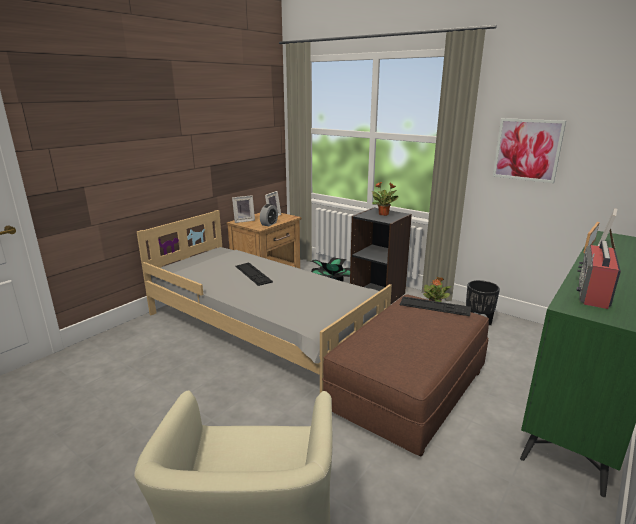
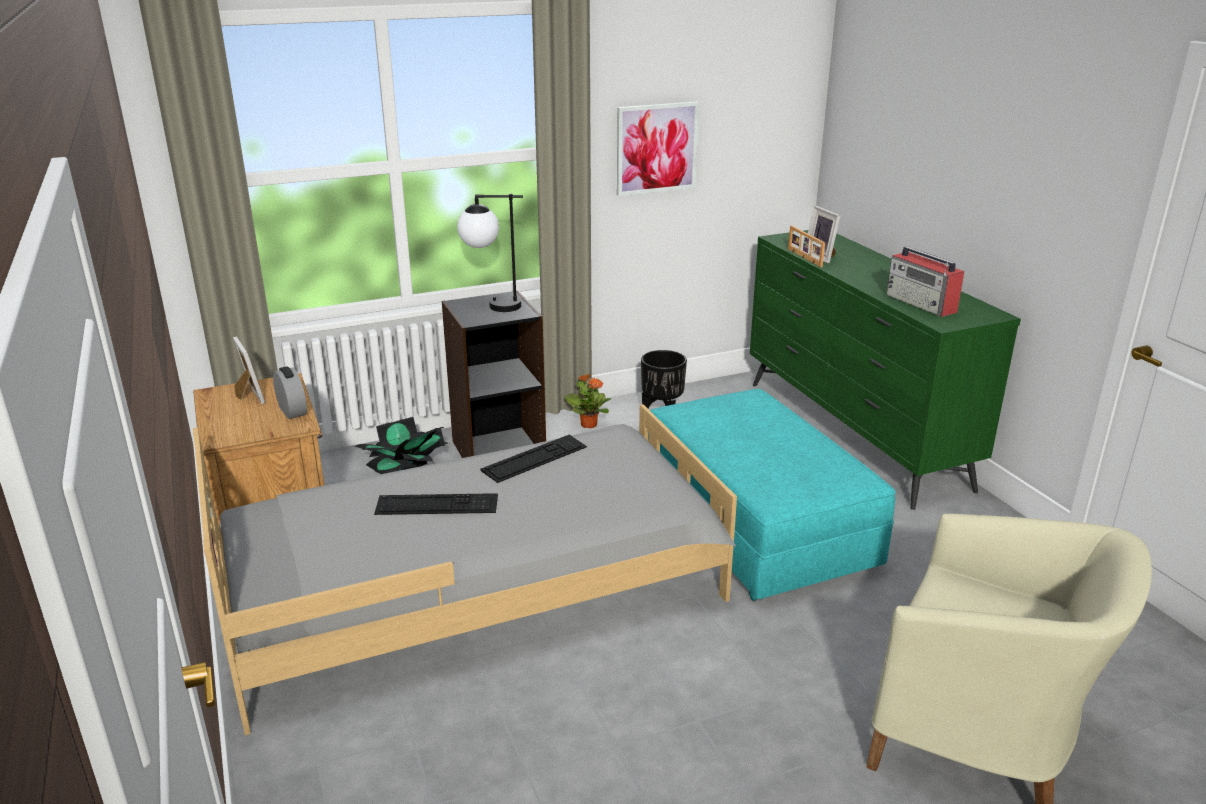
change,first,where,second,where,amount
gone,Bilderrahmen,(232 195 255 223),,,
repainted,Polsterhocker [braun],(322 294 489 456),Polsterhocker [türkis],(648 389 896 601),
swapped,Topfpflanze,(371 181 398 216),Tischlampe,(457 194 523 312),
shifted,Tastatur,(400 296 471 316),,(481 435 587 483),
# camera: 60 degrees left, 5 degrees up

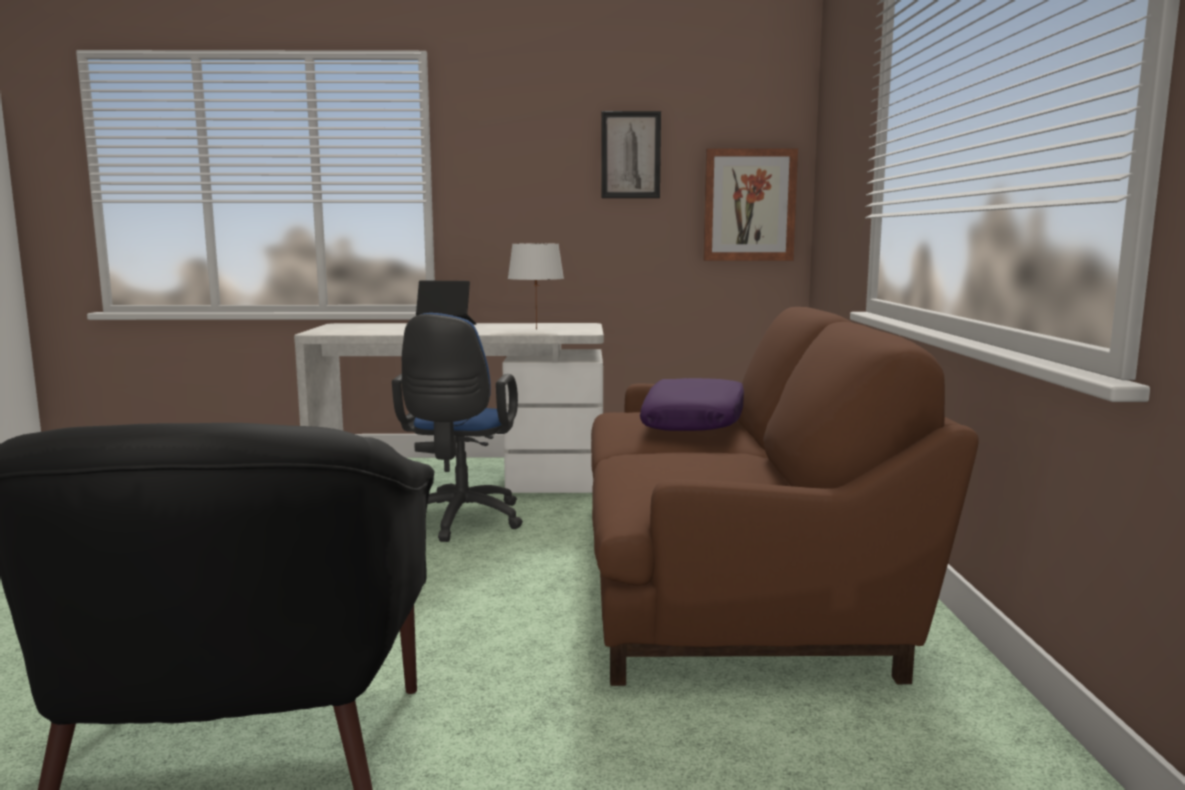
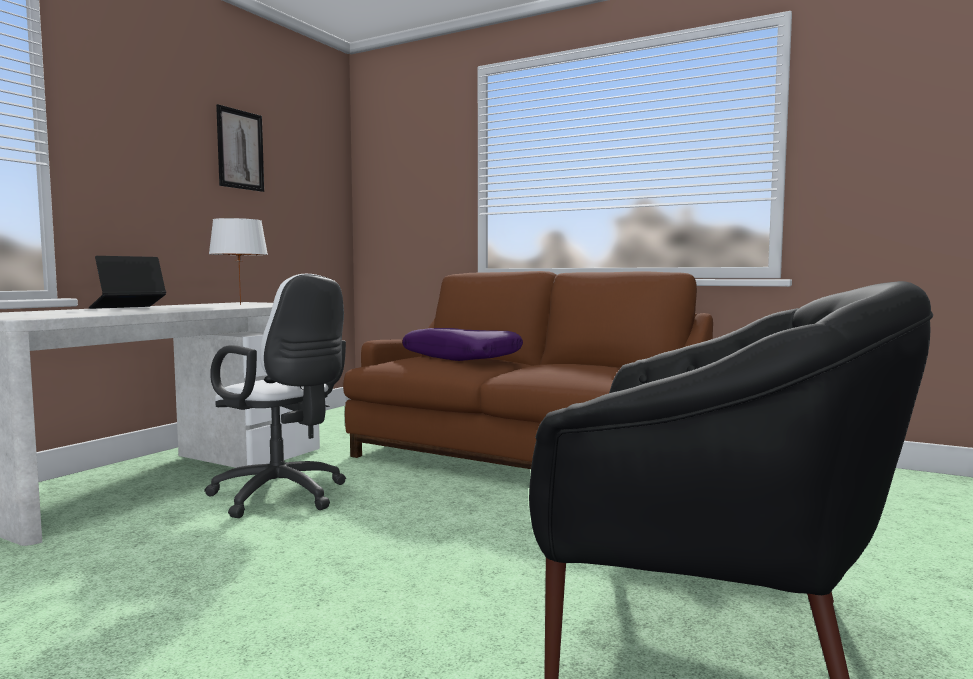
change,first,where,second,where,amount
repainted,Bürostuhl [blau],(392 313 523 542),Bürostuhl [weiß],(204 274 346 518),
gone,Bild,(703 148 798 261),,,
# camera: 60 degrees left, 5 degrees down

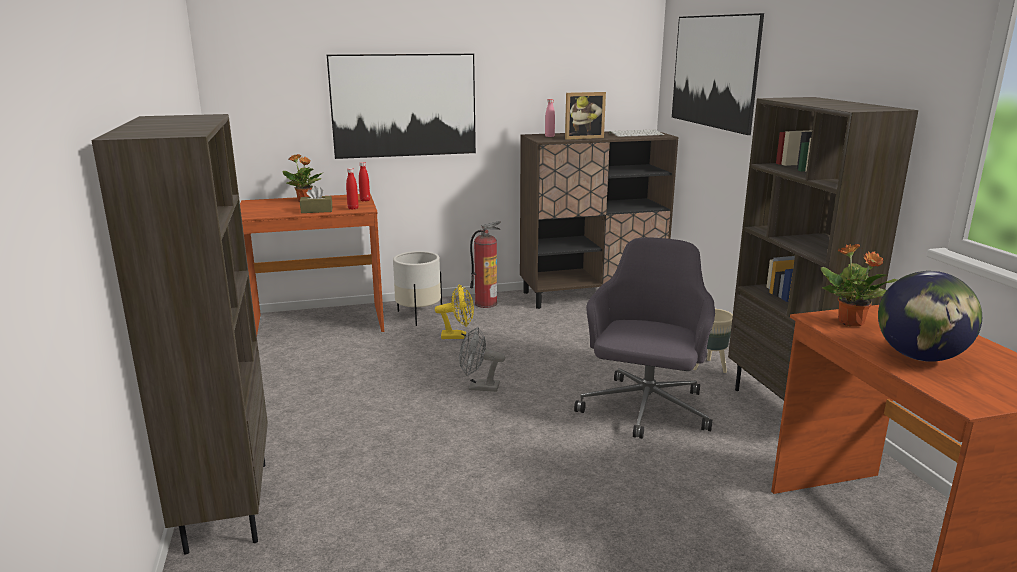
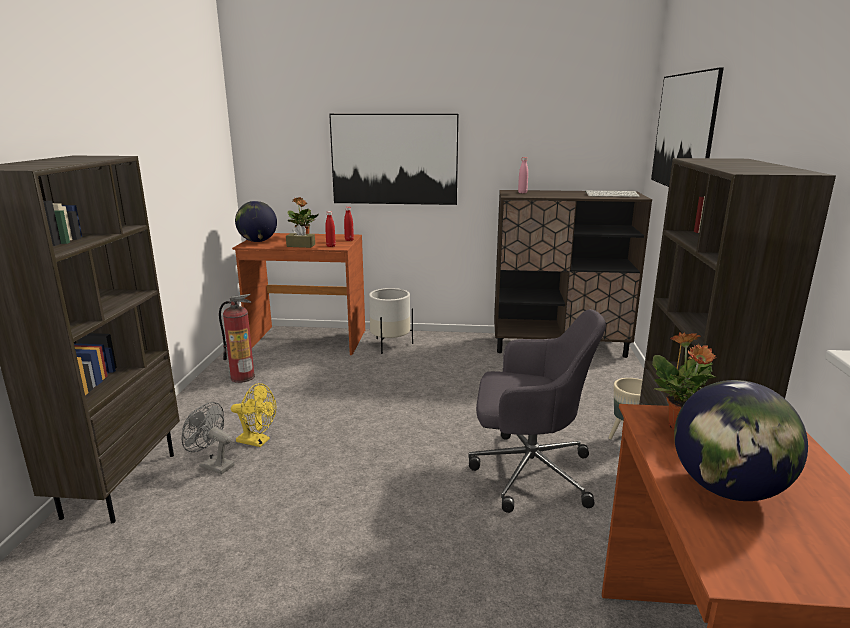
change,first,where,second,where,amount
shifted,Ventilator [gelb],(435 284 474 339),,(231 383 276 447),
shifted,Ventilator [grau],(459 327 505 392),,(181 402 235 474),
shifted,Feuerlöscher,(470 221 501 308),,(219 294 255 383),
gone,Bilderrahmen,(565 92 606 140),,,
rotated,Bürostuhl [grau],(574 237 715 439),,(468 309 606 513),60 degrees clockwise
new,,,Globus,(235 201 277 242),
# camera: 20 degrees right, 0 degrees up

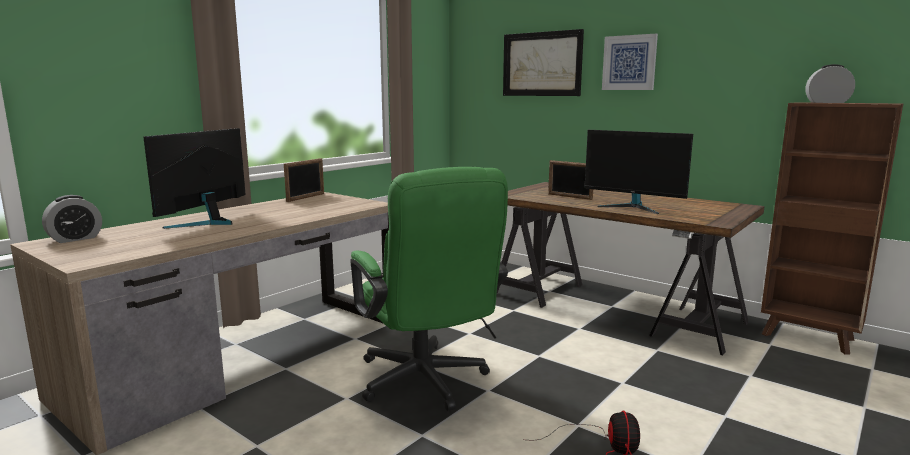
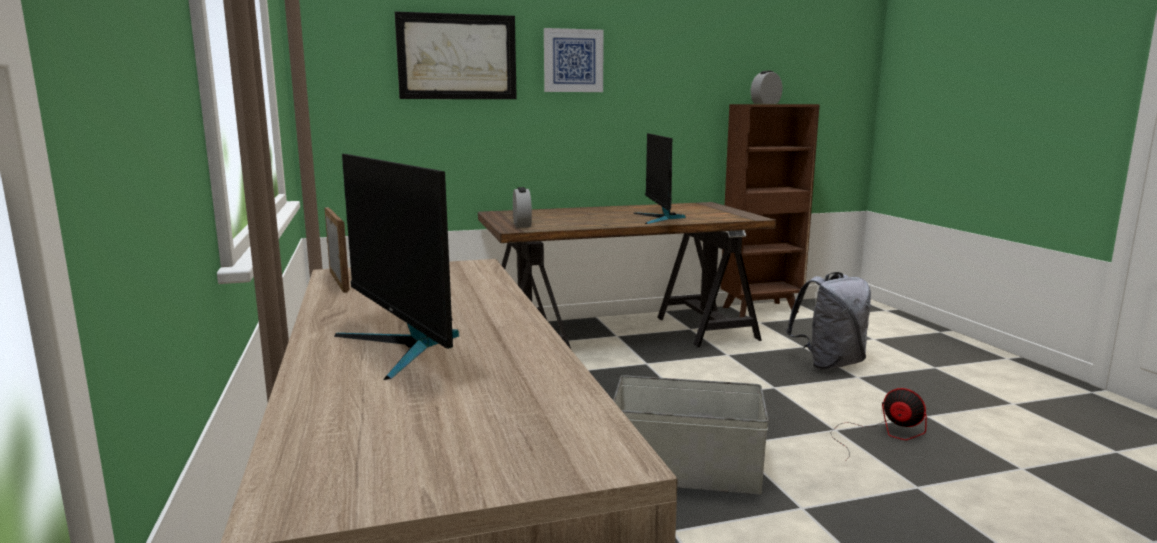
change,first,where,second,where,amount
shifted,Wecker,(42 195 102 243),,(513 187 532 228),
swapped,Bürostuhl [grün],(350 167 508 411),Aufbewahrungsbox [grau],(613 375 769 495),
gone,Bilderrahmen,(548 160 593 200),,,
rotated,Monitor,(584 130 693 214),,(634 133 686 224),105 degrees clockwise
new,,,Rucksack [grau],(786 272 871 370),
# camera: 55 degrees left, 0 degrees up

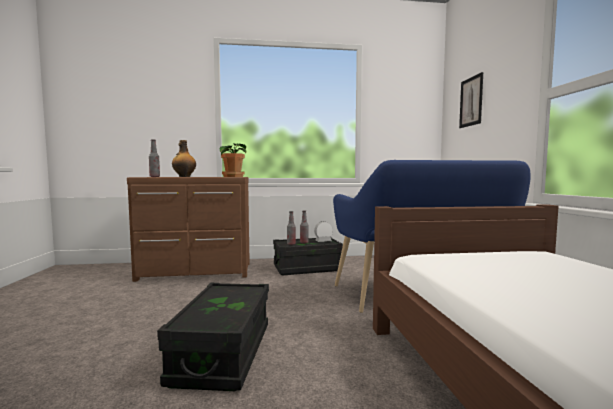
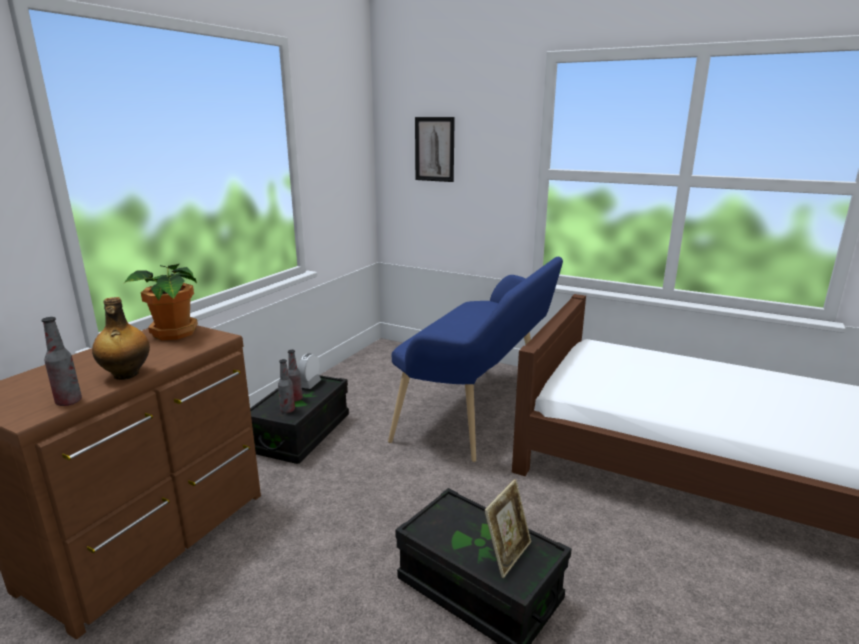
change,first,where,second,where,amount
new,,,Bilderrahmen,(484 479 531 578),
# camera: 55 degrees left, 15 degrees up

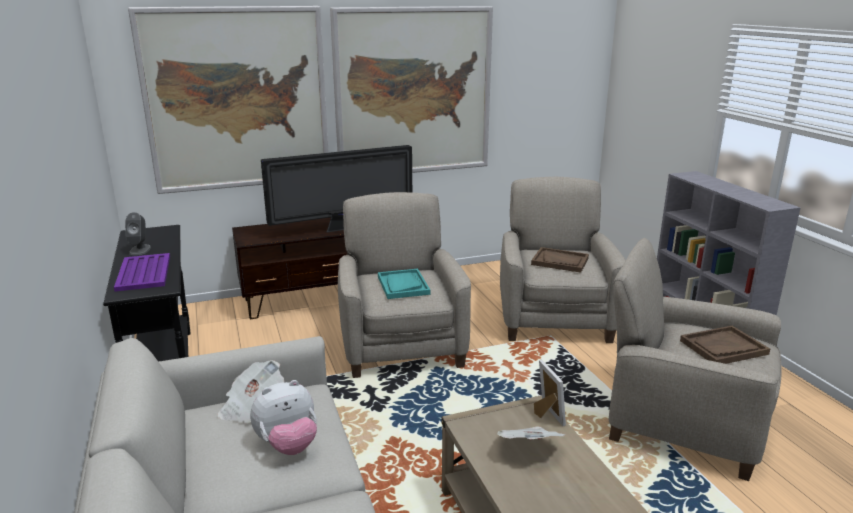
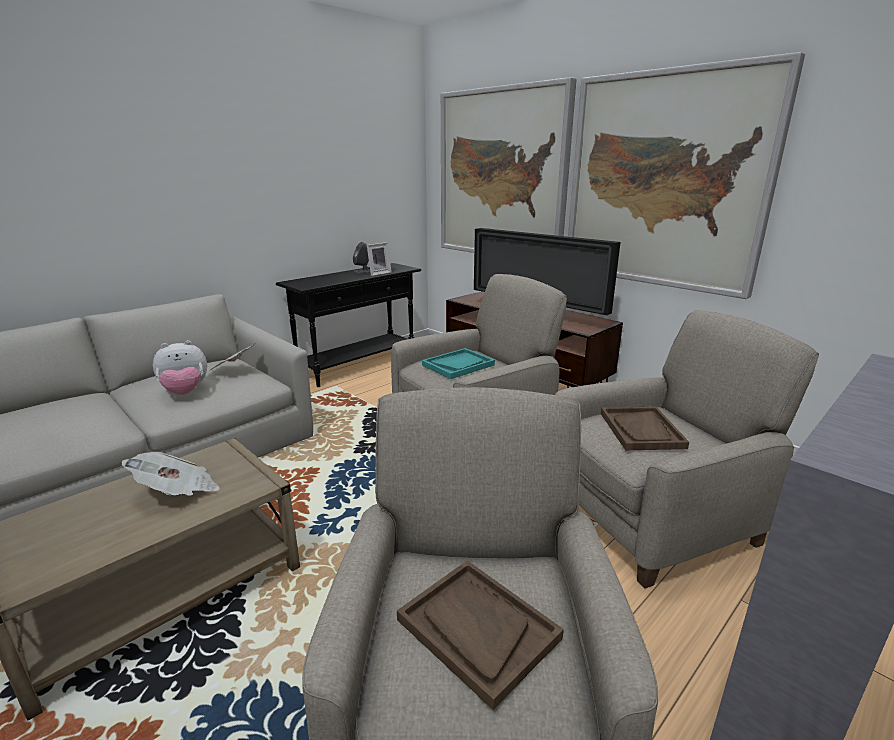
change,first,where,second,where,amount
gone,Tablett [lila],(114 253 170 292),,,
rotated,Plüschtier,(250 380 317 455),,(153 340 207 395),60 degrees counterclockwise
shifted,Bilderrahmen,(534 359 566 426),,(367 242 391 276),
# camera: 65 degrees right, 0 degrees up

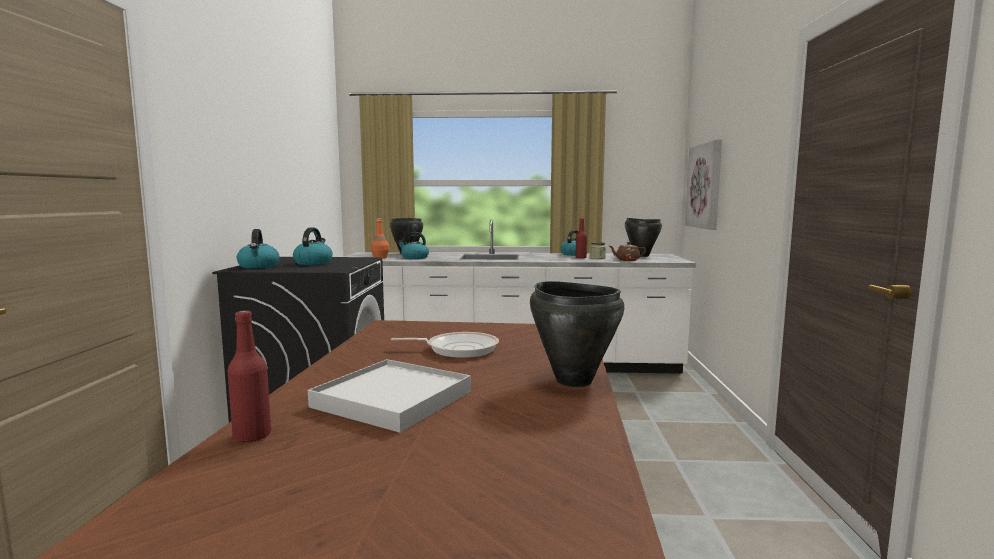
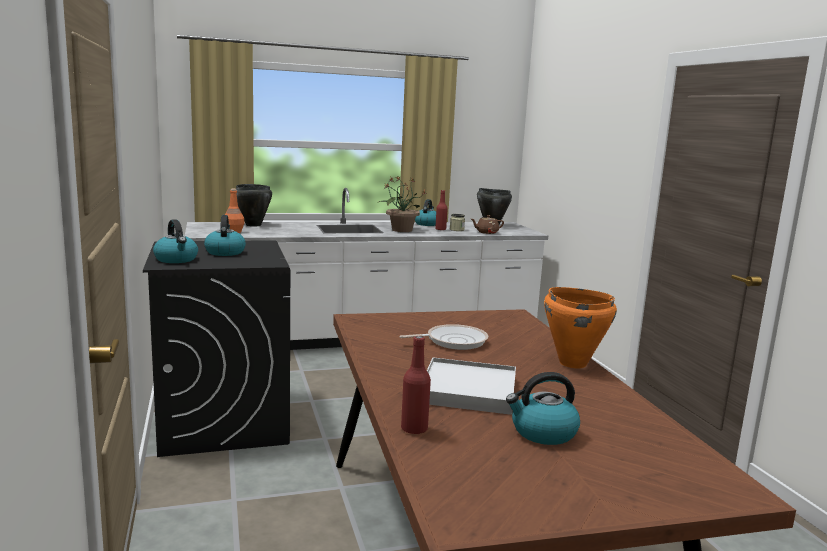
change,first,where,second,where,amount
shifted,Wasserkessel,(397 232 429 259),,(506 372 580 445),
repainted,Kochtopf [schwarz],(530 281 624 387),Kochtopf [orange],(544 287 617 368),
gone,Bild,(685 139 722 230),,,
new,,,Topfpflanze,(379 176 427 232),
# camera: 20 degrees left, 5 degrees up

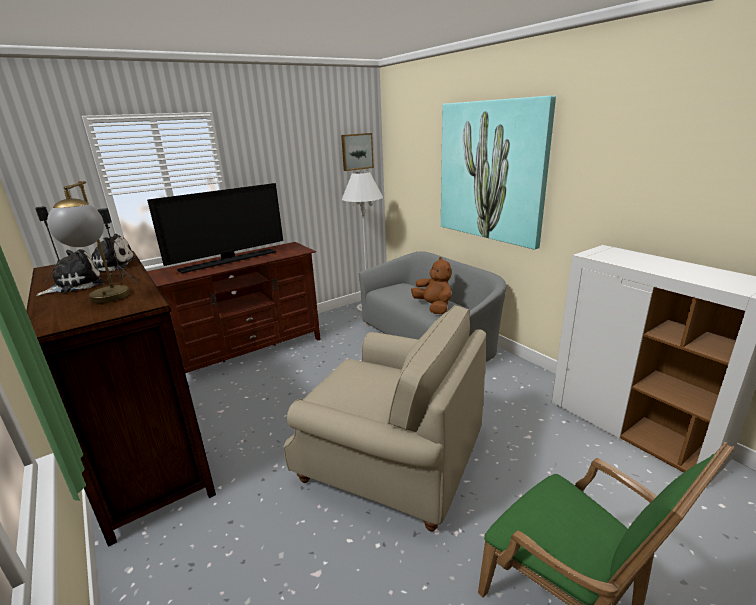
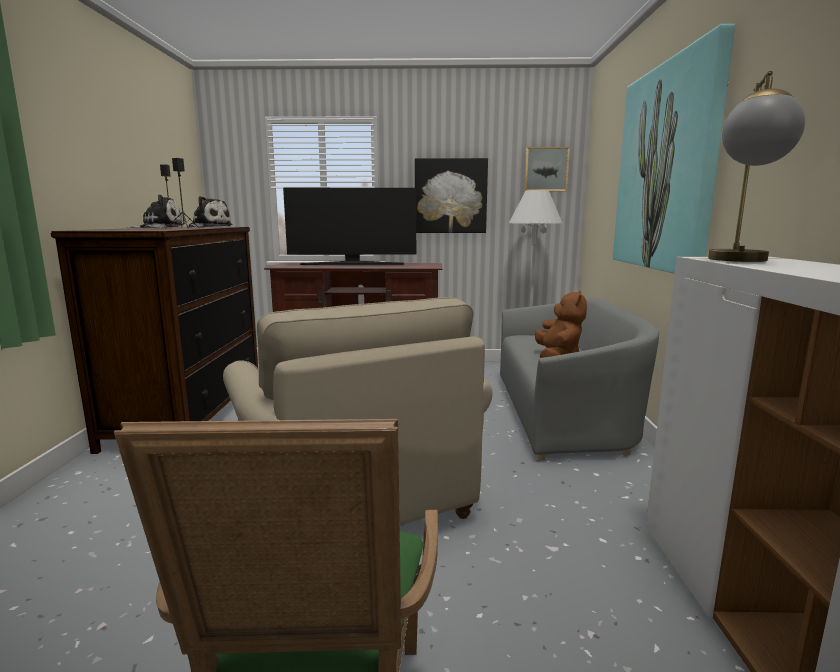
change,first,where,second,where,amount
shifted,Tischlampe,(47 181 129 303),,(708 71 805 262),
new,,,Bild,(415 158 488 233),
# camera: 35 degrees right, 10 degrees down

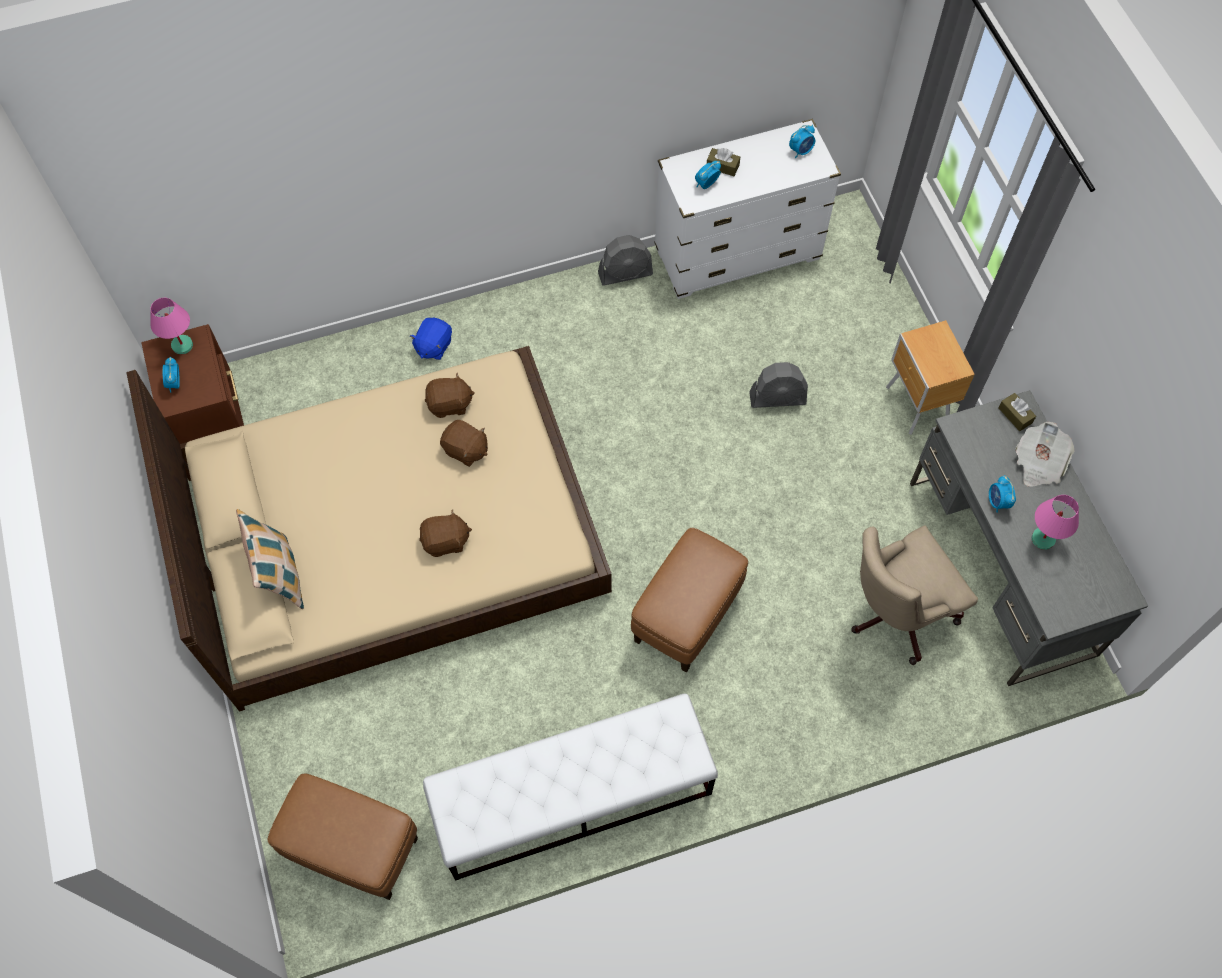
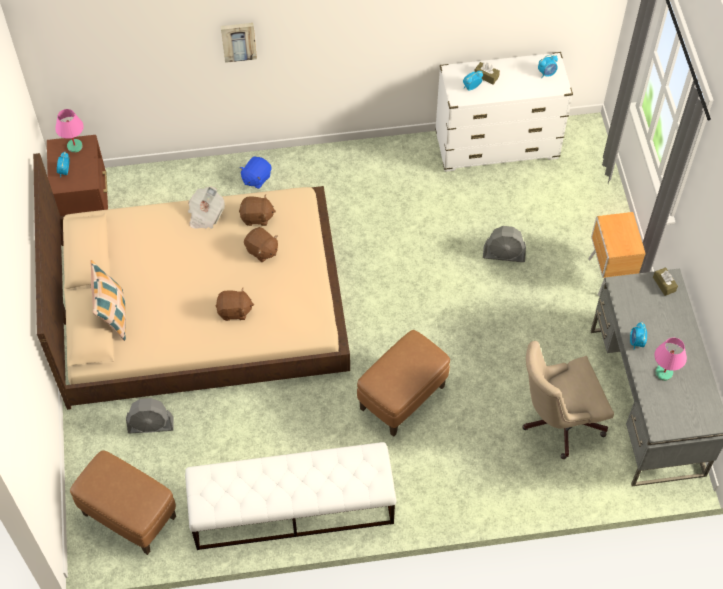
change,first,where,second,where,amount
shifted,Ventilator [grau],(598 235 653 286),,(126 398 174 433),
shifted,Zeitung,(1015 422 1074 486),,(188 186 225 229),
new,,,Bild,(221 23 257 63),
# camera: 10 degrees right, 5 degrees down

